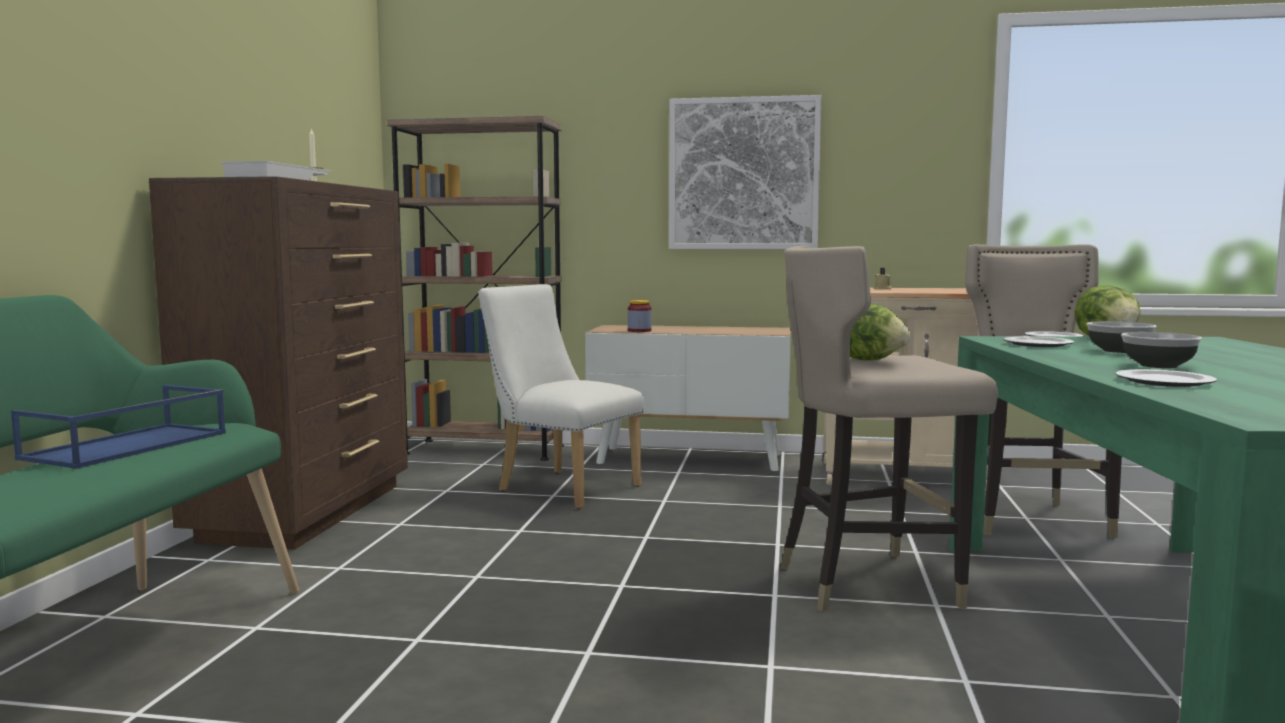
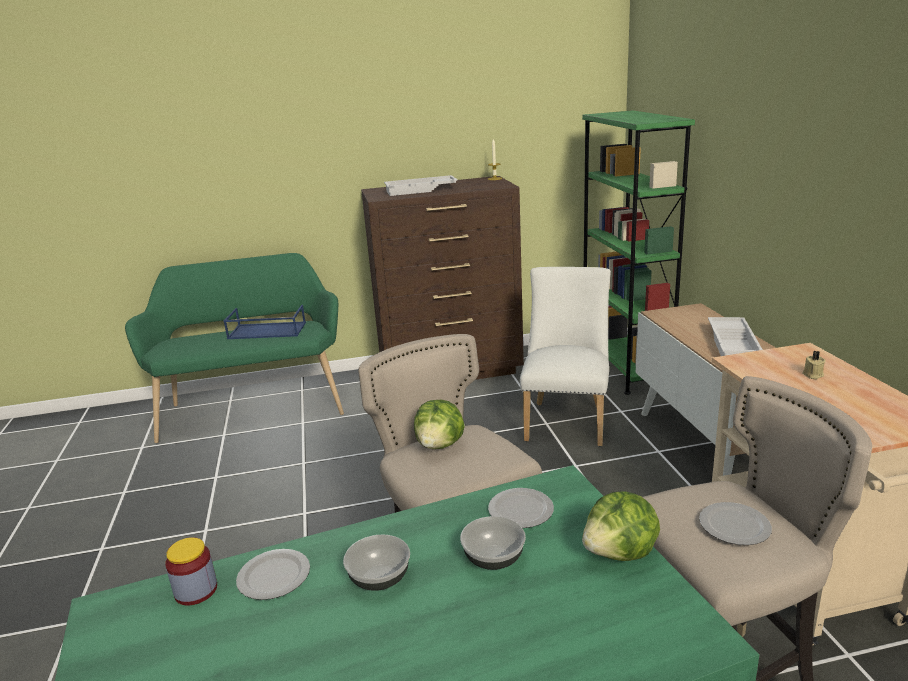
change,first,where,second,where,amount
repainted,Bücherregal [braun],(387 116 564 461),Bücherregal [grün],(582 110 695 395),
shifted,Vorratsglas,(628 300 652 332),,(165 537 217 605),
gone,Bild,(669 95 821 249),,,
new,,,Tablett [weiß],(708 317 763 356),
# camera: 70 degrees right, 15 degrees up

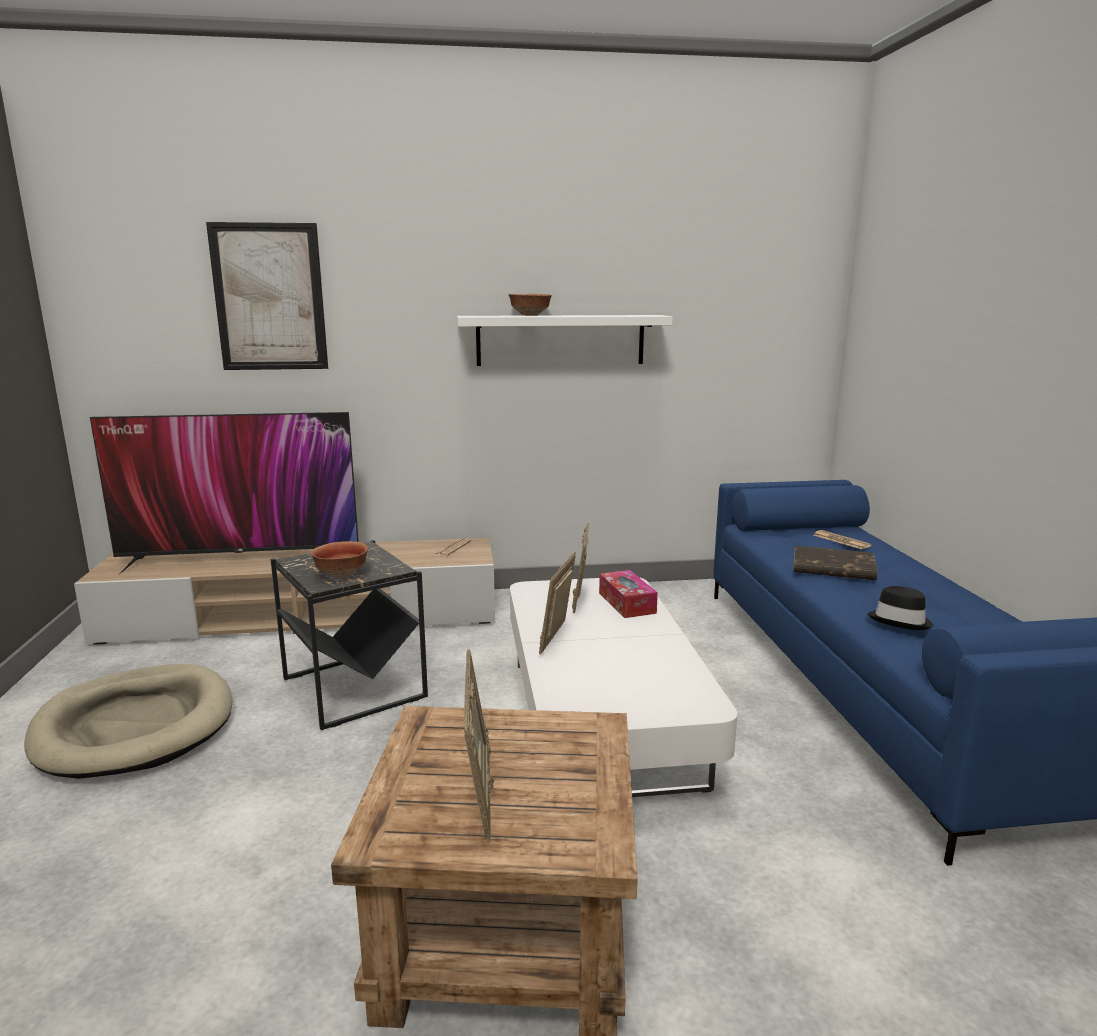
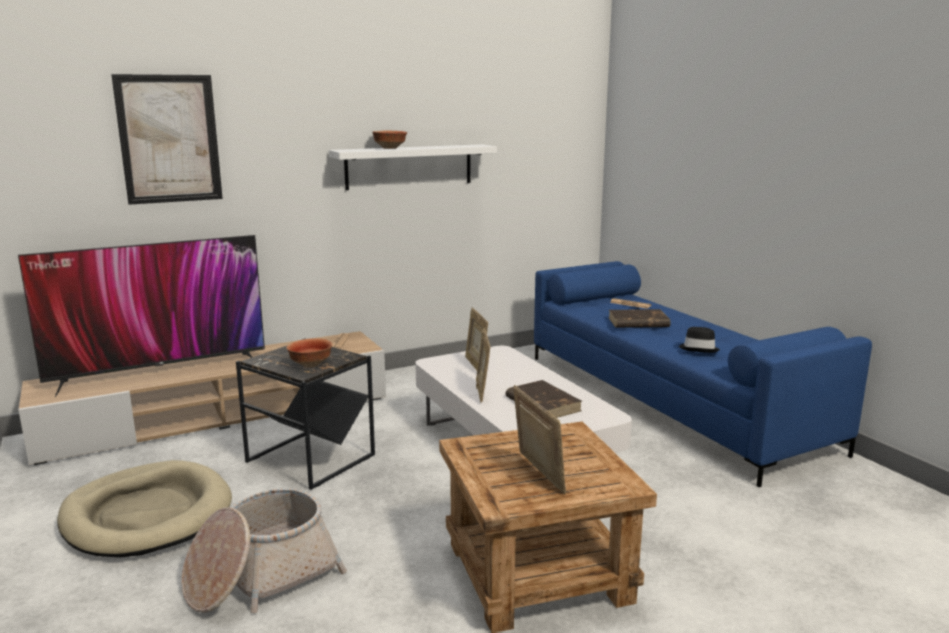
change,first,where,second,where,amount
gone,Taschentuchbox,(599 570 658 618),,,
new,,,Korb,(181 488 347 613),
new,,,Buch [braun],(505 380 582 418),
# camera: 20 degrees left, 0 degrees up

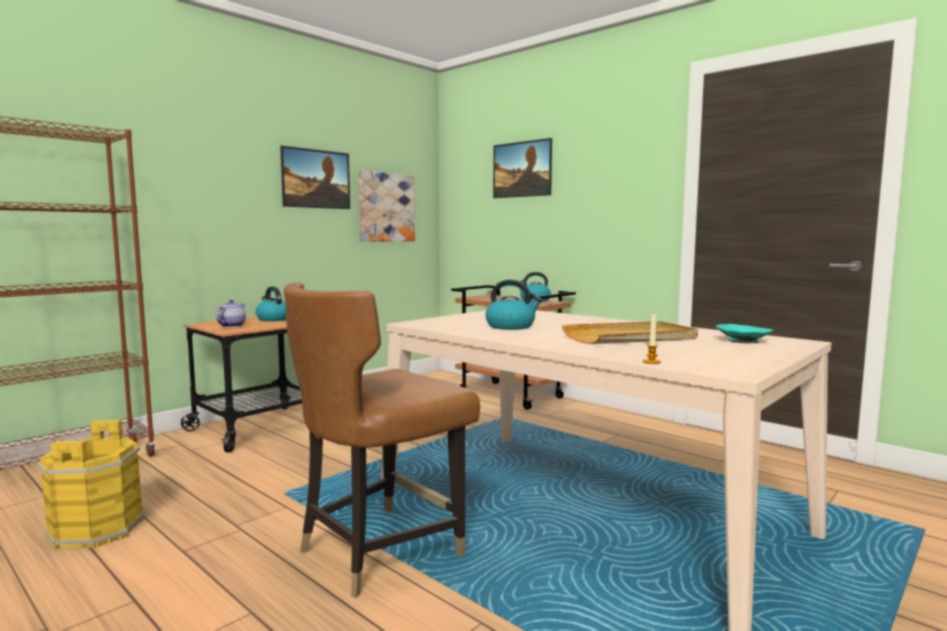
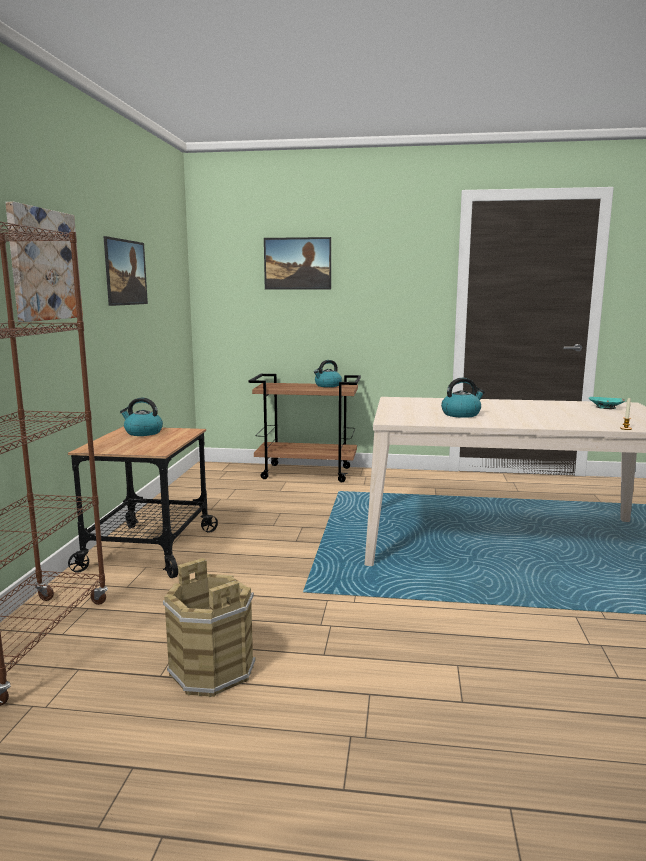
change,first,where,second,where,amount
repainted,Eimer [gelb],(38 420 145 549),Eimer [braun],(163 558 255 697),
gone,Teekanne,(216 300 246 327),,,
gone,Stuhl [braun],(284 282 480 598),,,
shifted,Bild,(359 171 415 242),,(5 202 83 322),
gone,Tablett [beige],(562 321 698 344),,,
# camera: 35 degrees left, 5 degrees up

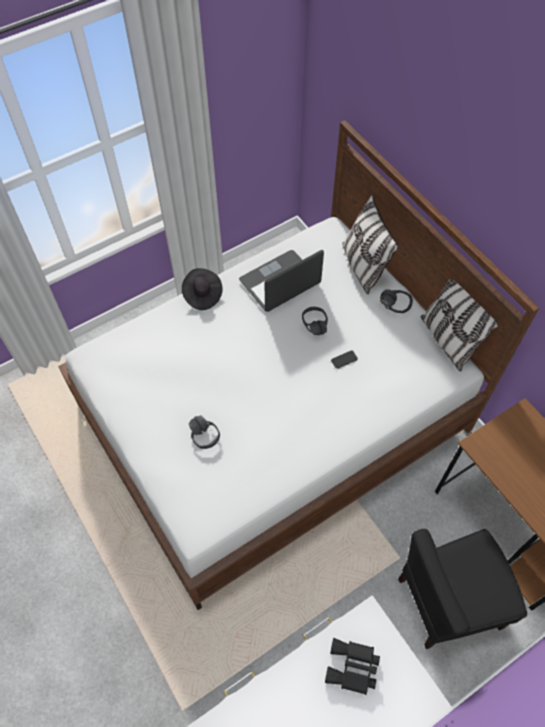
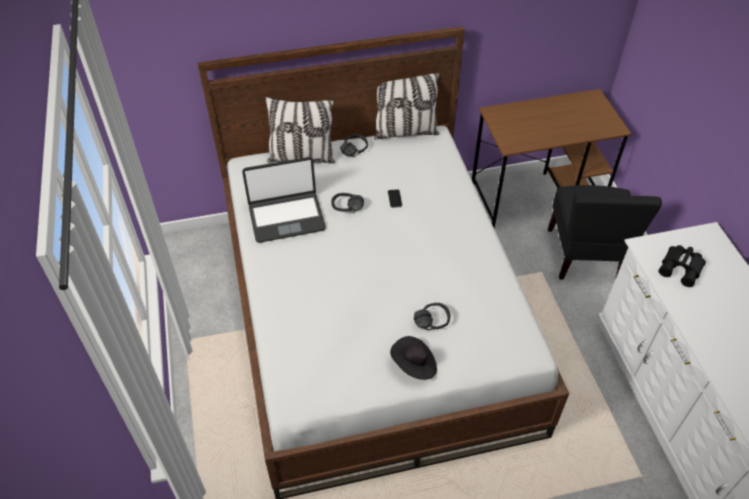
change,first,where,second,where,amount
shifted,Hut [schwarz],(182 268 223 310),,(390 336 437 380),
rotated,Laptop,(239 250 324 312),,(242 157 326 243),90 degrees counterclockwise
# camera: 70 degrees left, 10 degrees down

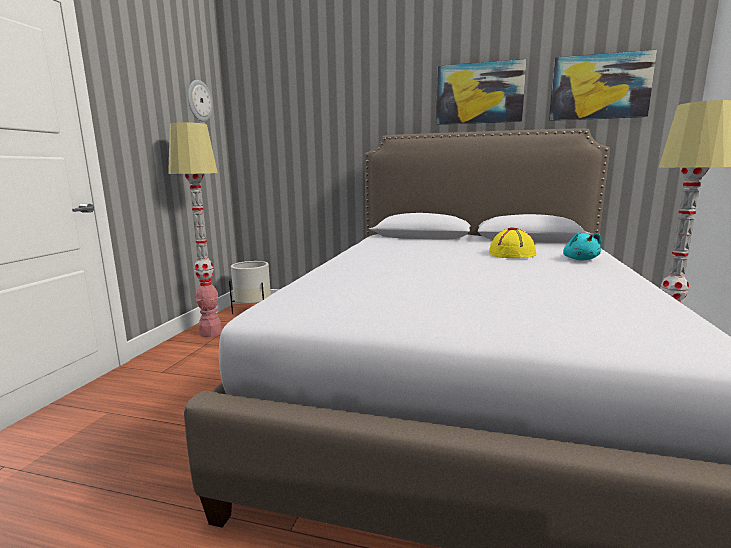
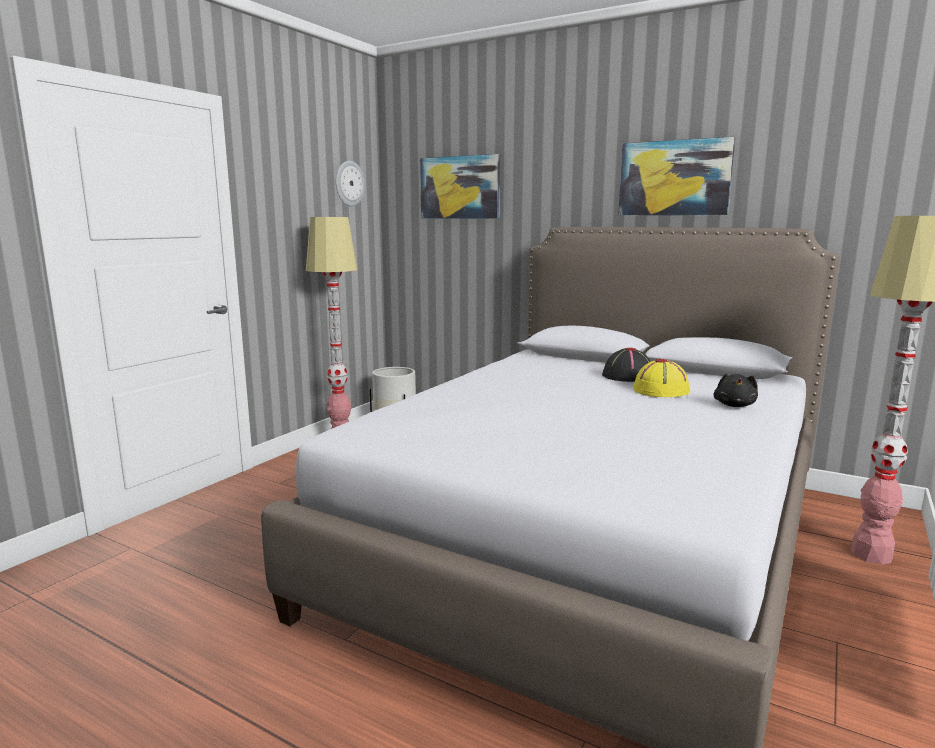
change,first,where,second,where,amount
shifted,Bild,(549 50 657 121),,(420 154 500 219),
repainted,Plüschtier [türkis],(563 233 601 261),Plüschtier [schwarz],(714 373 758 407),
new,,,Hut [schwarz],(602 348 650 382),
# camera: 15 degrees right, 0 degrees up

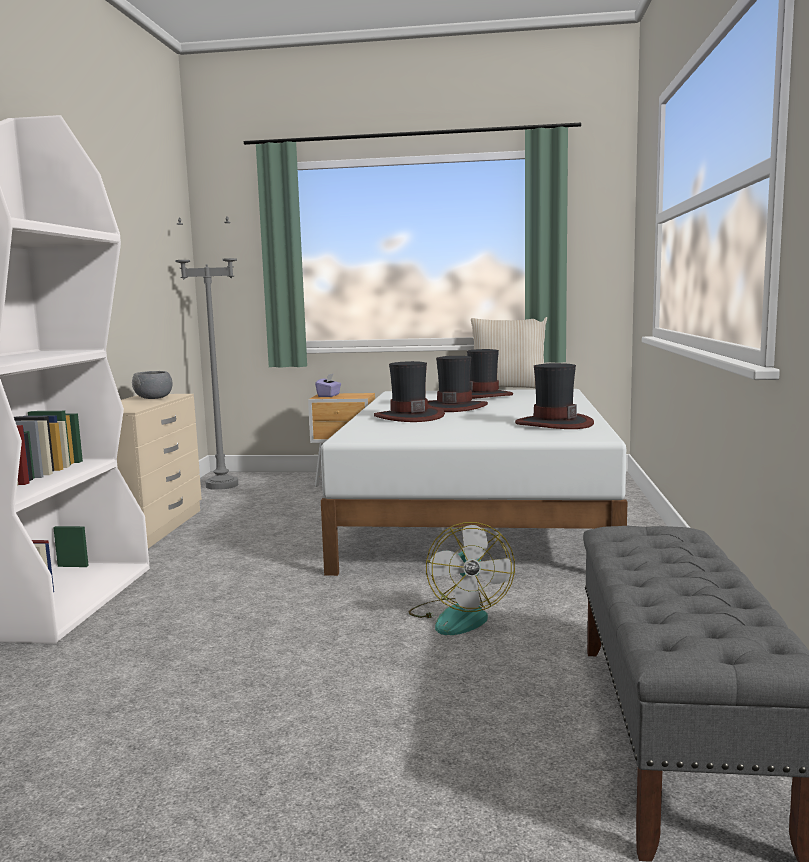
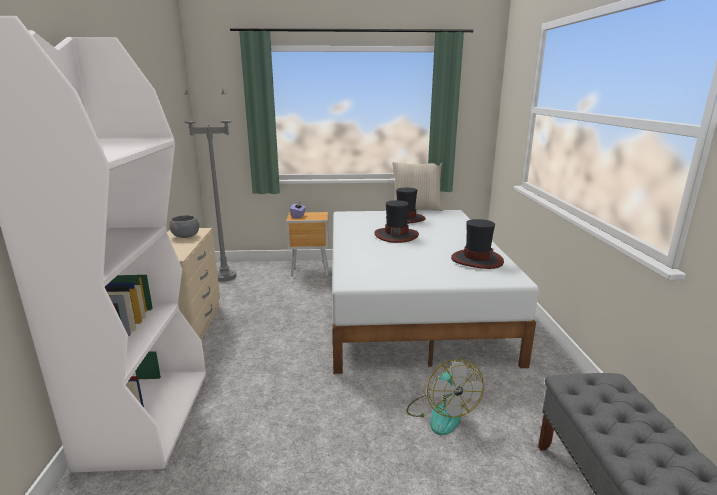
change,first,where,second,where,amount
gone,Hut,(374 361 445 422),,,
# camera: 10 degrees left, 10 degrees up

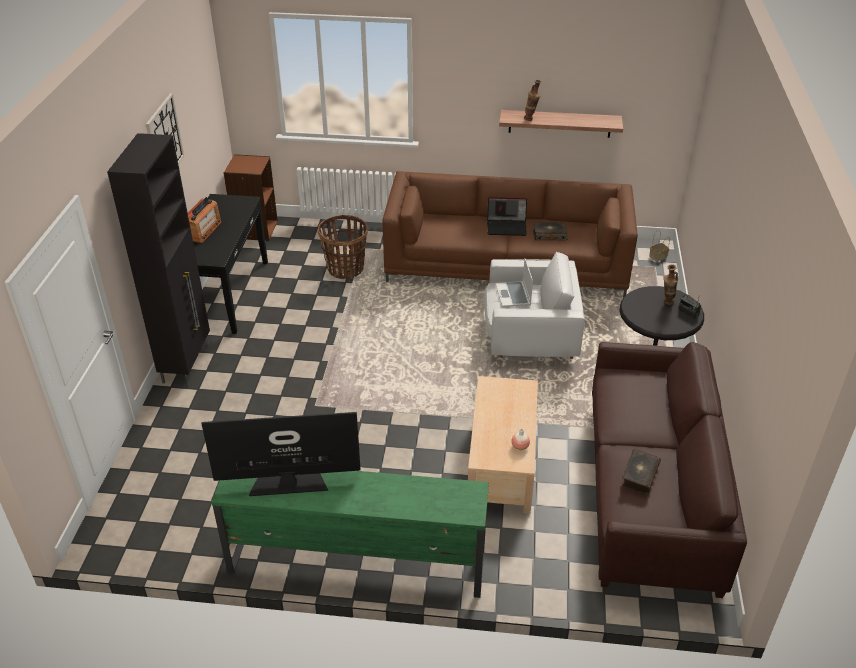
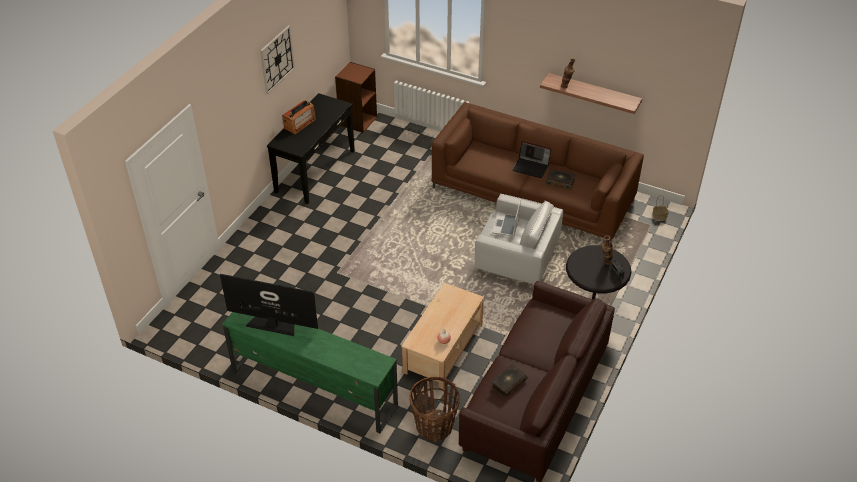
change,first,where,second,where,amount
gone,Schrank [schwarz],(107 133 210 385),,,
shifted,Korb,(318 215 368 279),,(409 377 460 442),
# camera: 20 degrees right, 5 degrees up

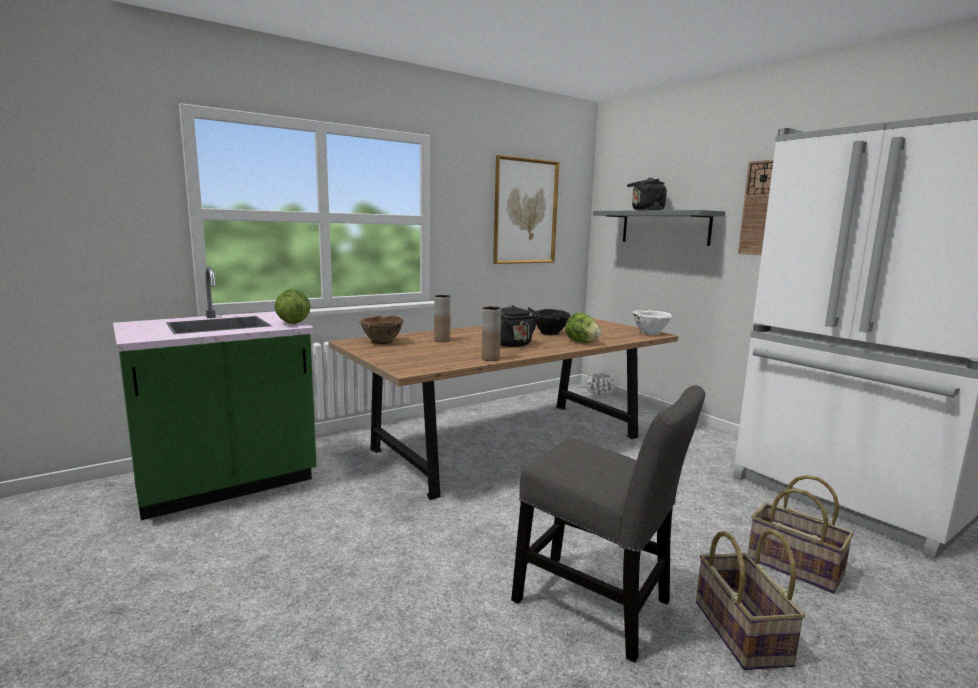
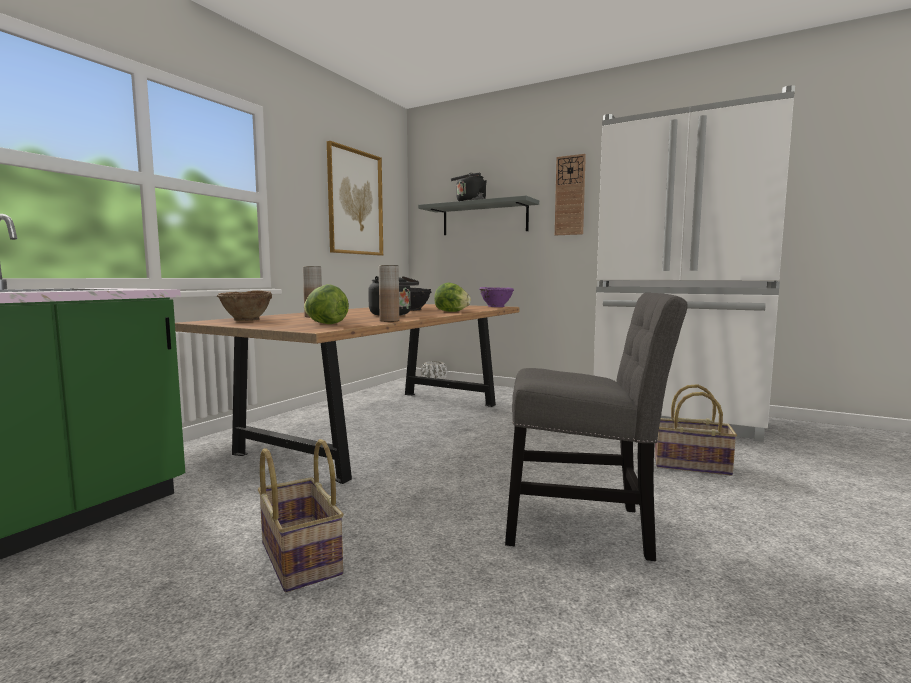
change,first,where,second,where,amount
shifted,Salatkopf,(274 288 311 324),,(304 284 349 324),
repainted,Schüssel [weiß],(633 310 672 335),Schüssel [lila],(479 287 514 307),
shifted,Korb,(696 529 805 670),,(258 439 344 592),
# camera: 25 degrees left, 5 degrees down

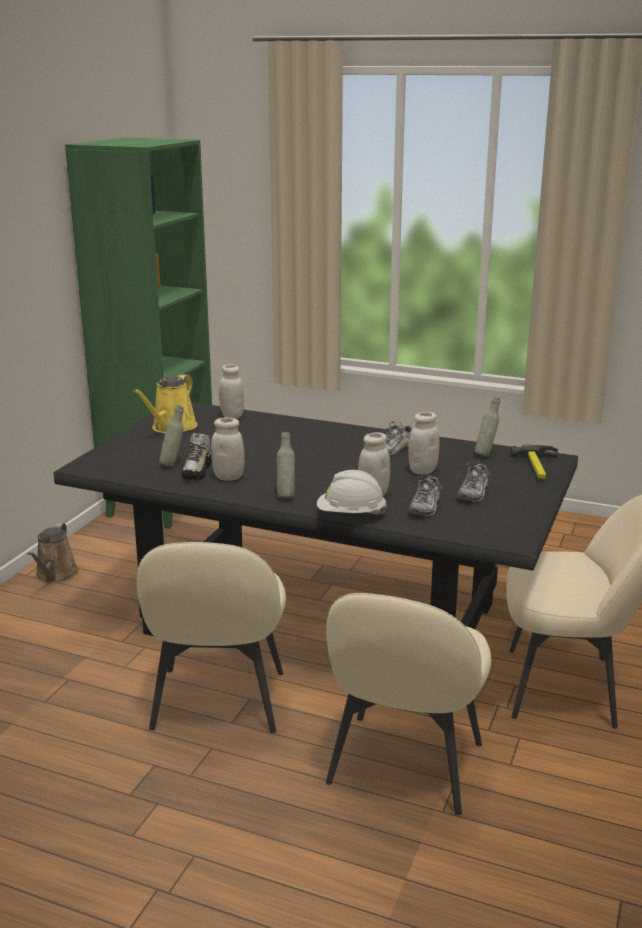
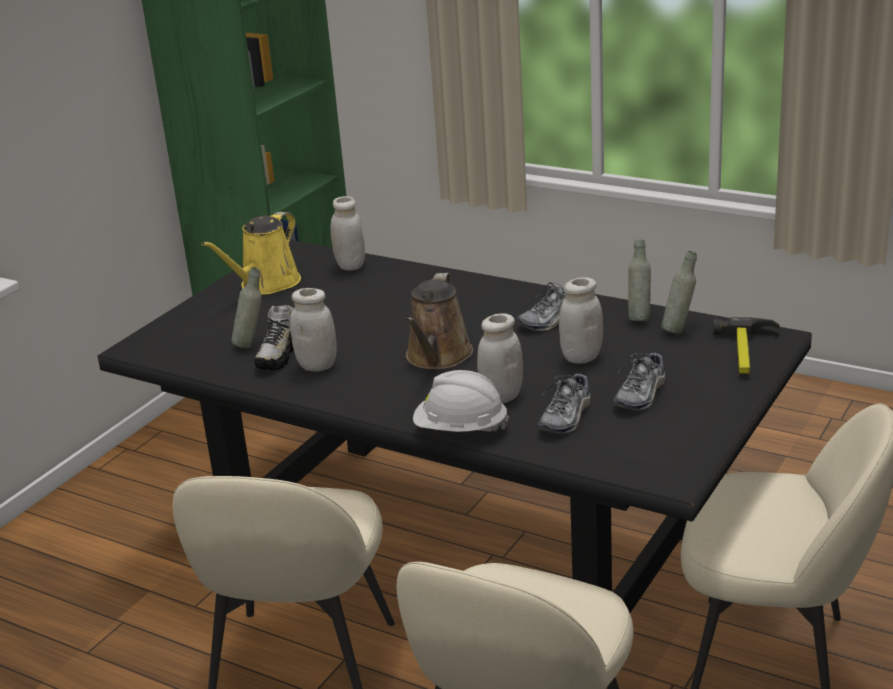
change,first,where,second,where,amount
shifted,Gießkanne [braun],(27 523 79 583),,(405 273 473 370),
shifted,Flasche [grau],(277 432 295 498),,(628 239 651 321),
# camera: 10 degrees right, 5 degrees up

